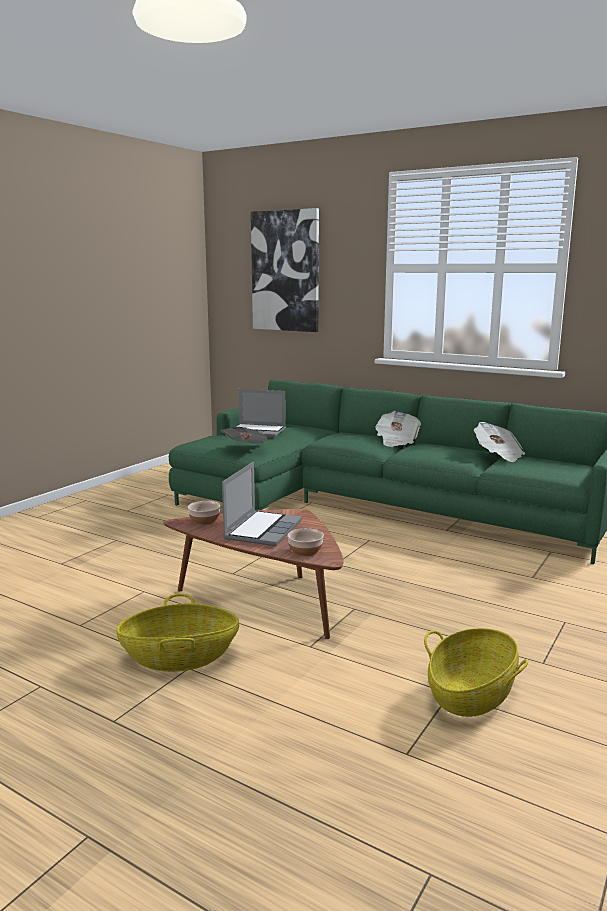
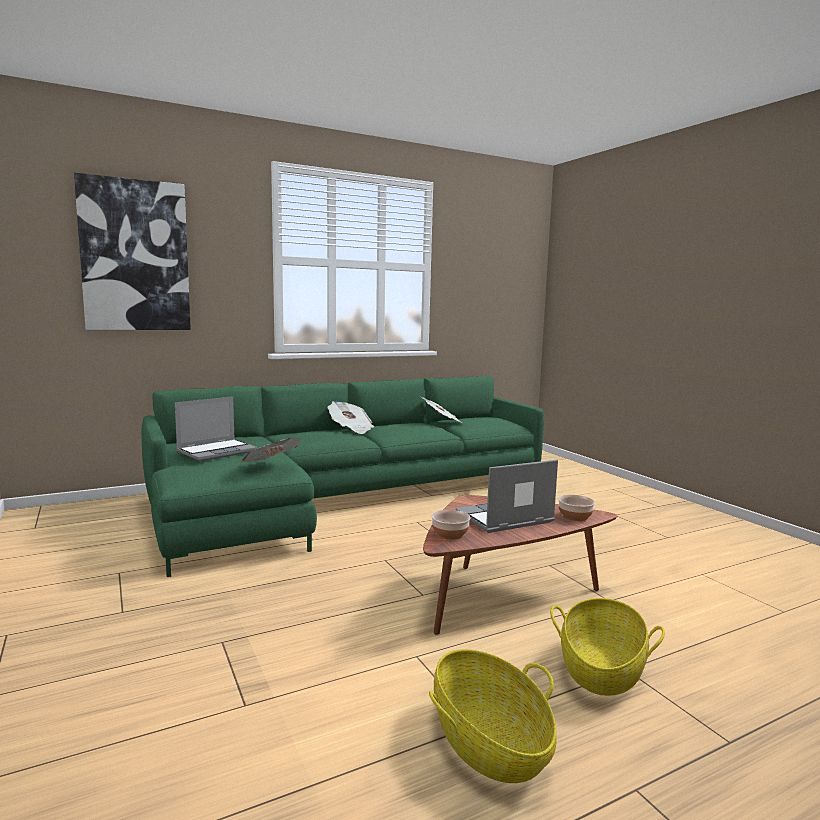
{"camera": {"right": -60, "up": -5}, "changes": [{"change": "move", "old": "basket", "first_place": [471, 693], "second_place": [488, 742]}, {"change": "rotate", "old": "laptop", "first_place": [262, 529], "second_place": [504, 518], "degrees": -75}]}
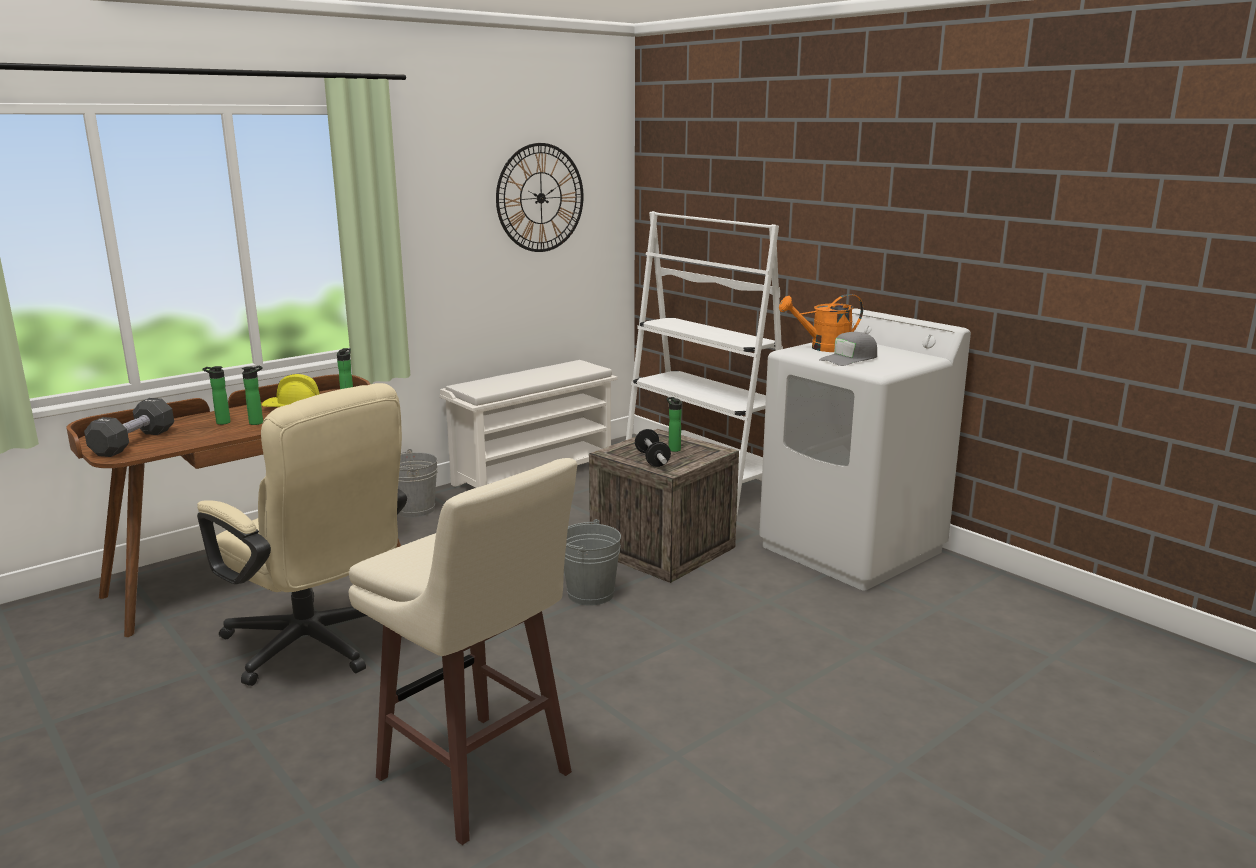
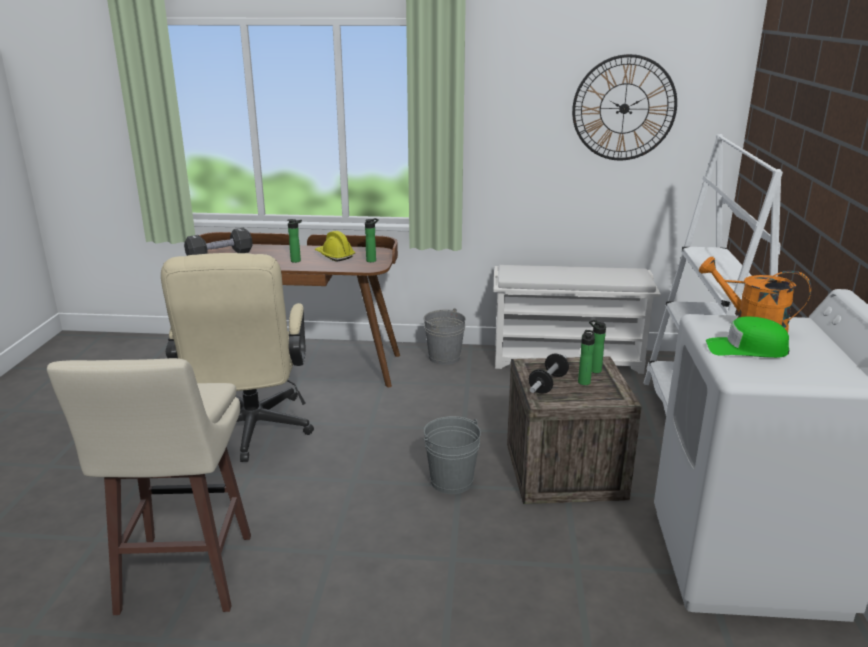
{"camera": {"right": 45, "up": 5}, "changes": [{"change": "move", "old": "bottle", "first_place": [221, 422], "second_place": [593, 370]}, {"change": "recolor", "old": "grey cap", "new": "green cap", "first_place": [849, 359], "second_place": [746, 349]}]}
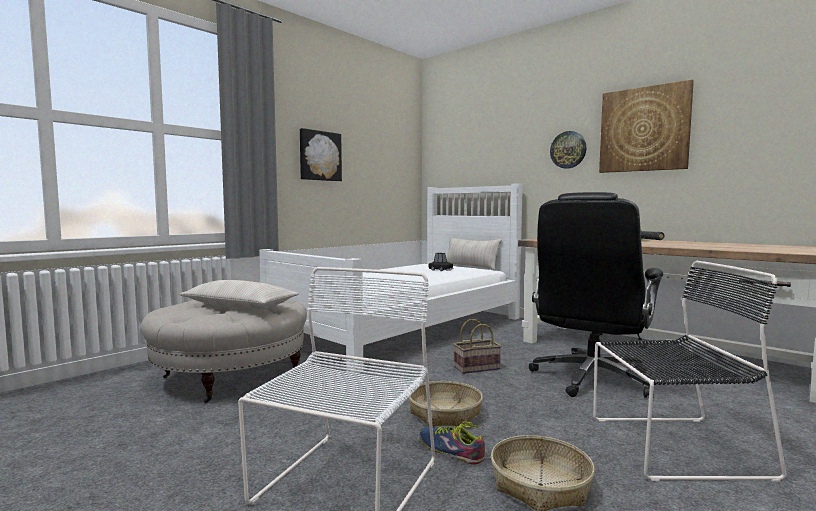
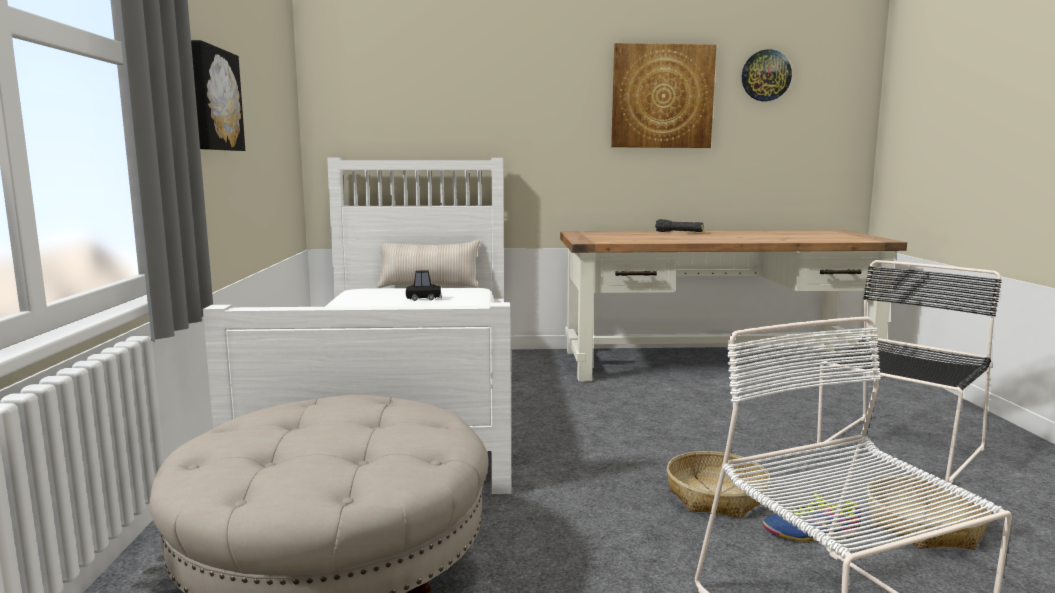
{"camera": {"right": -45, "up": 5}, "changes": [{"change": "delete", "old": "beige pillow", "first_place": [239, 306]}, {"change": "delete", "old": "basket", "first_place": [477, 367]}, {"change": "delete", "old": "black office chair", "first_place": [591, 379]}, {"change": "move", "old": "wall clock", "first_place": [568, 150], "second_place": [765, 75]}]}
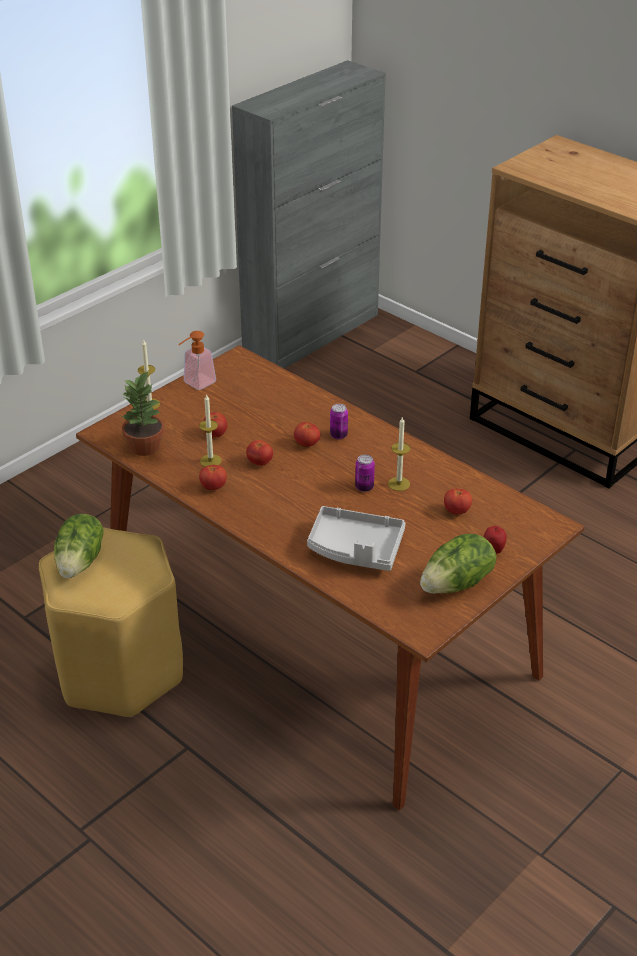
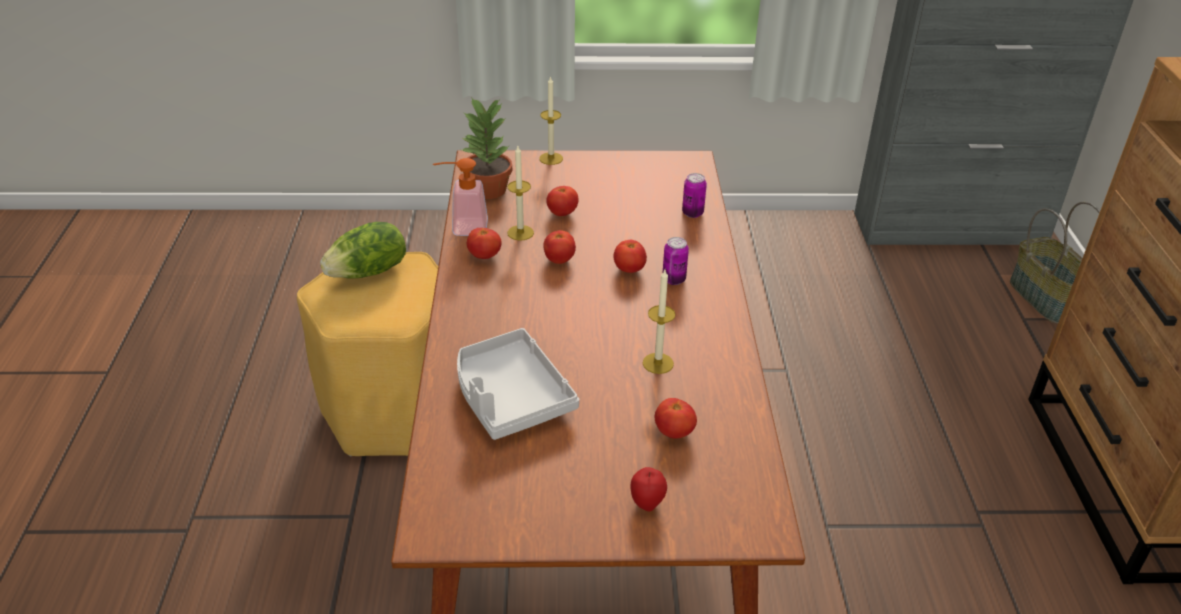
{"camera": {"right": 45, "up": 0}, "changes": [{"change": "delete", "old": "lettuce", "first_place": [457, 584]}, {"change": "insert", "new": "basket", "second_place": [1046, 299]}, {"change": "move", "old": "soap dispenser", "first_place": [195, 384], "second_place": [462, 228]}, {"change": "move", "old": "can", "first_place": [364, 487], "second_place": [692, 213]}]}
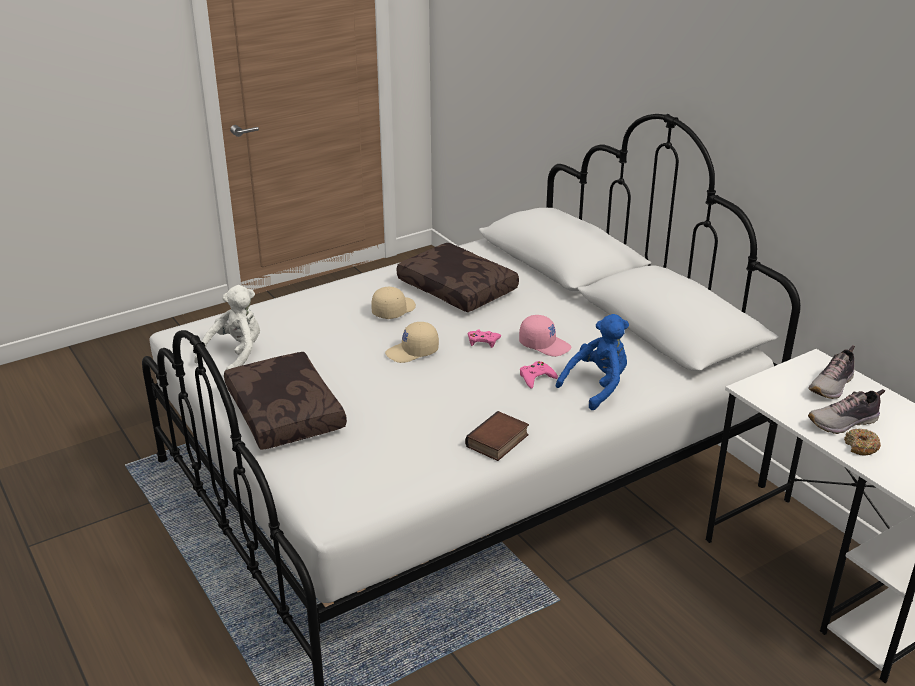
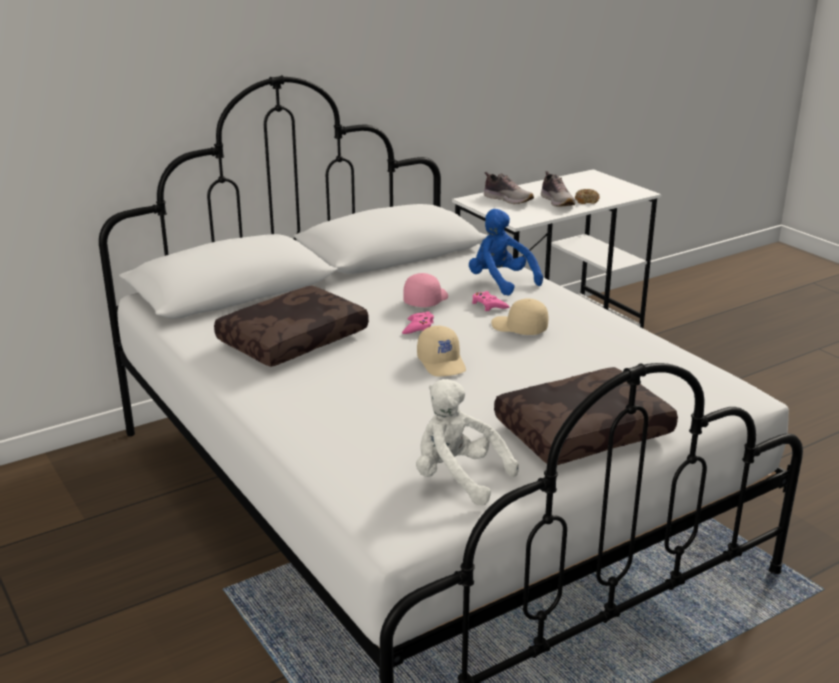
{"camera": {"right": -90, "up": -5}, "changes": [{"change": "delete", "old": "book", "first_place": [498, 442]}, {"change": "move", "old": "beige cap", "first_place": [393, 310], "second_place": [519, 328]}]}
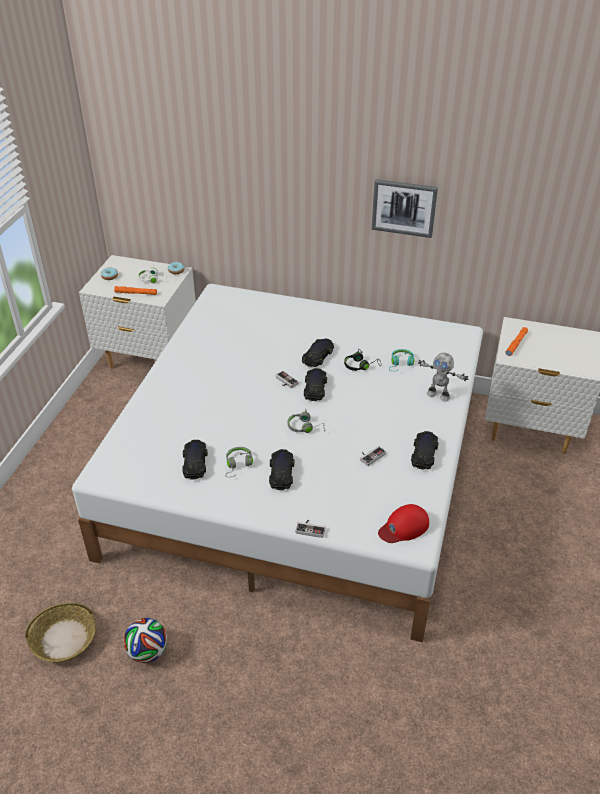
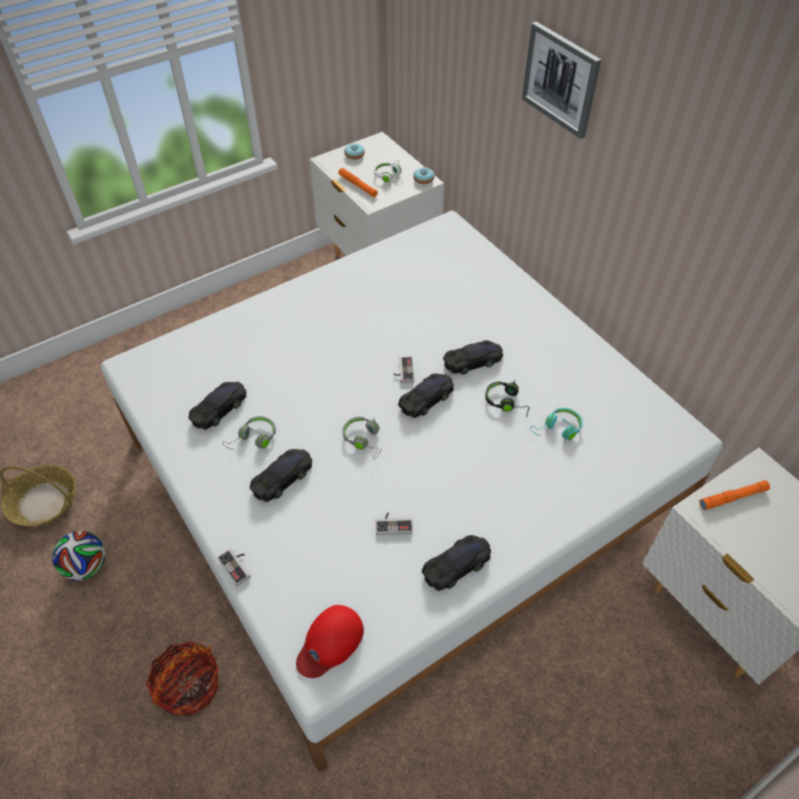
{"camera": {"right": 40, "up": 10}, "changes": [{"change": "delete", "old": "toy robot", "first_place": [438, 395]}, {"change": "insert", "new": "basket", "second_place": [189, 686]}, {"change": "move", "old": "picture", "first_place": [404, 207], "second_place": [561, 79]}, {"change": "rotate", "old": "red cap", "first_place": [404, 527], "second_place": [330, 642], "degrees": -60}]}
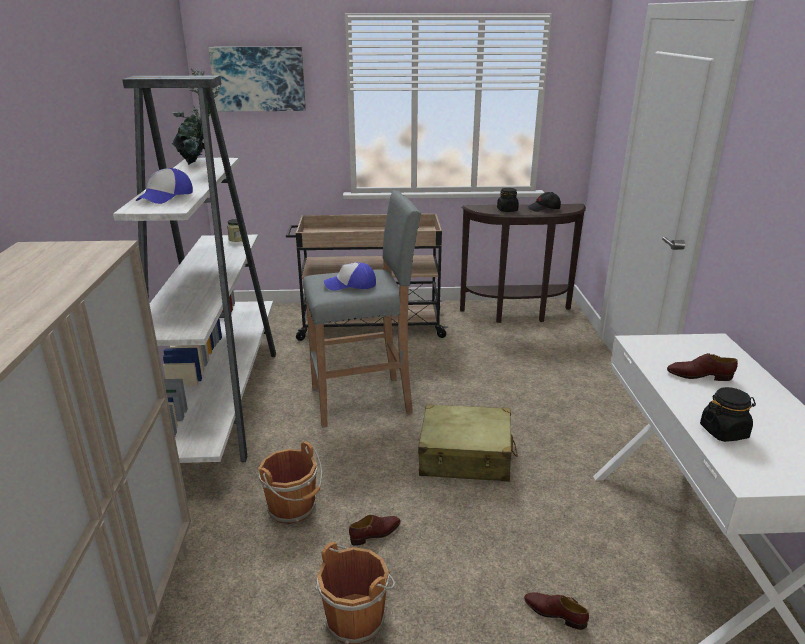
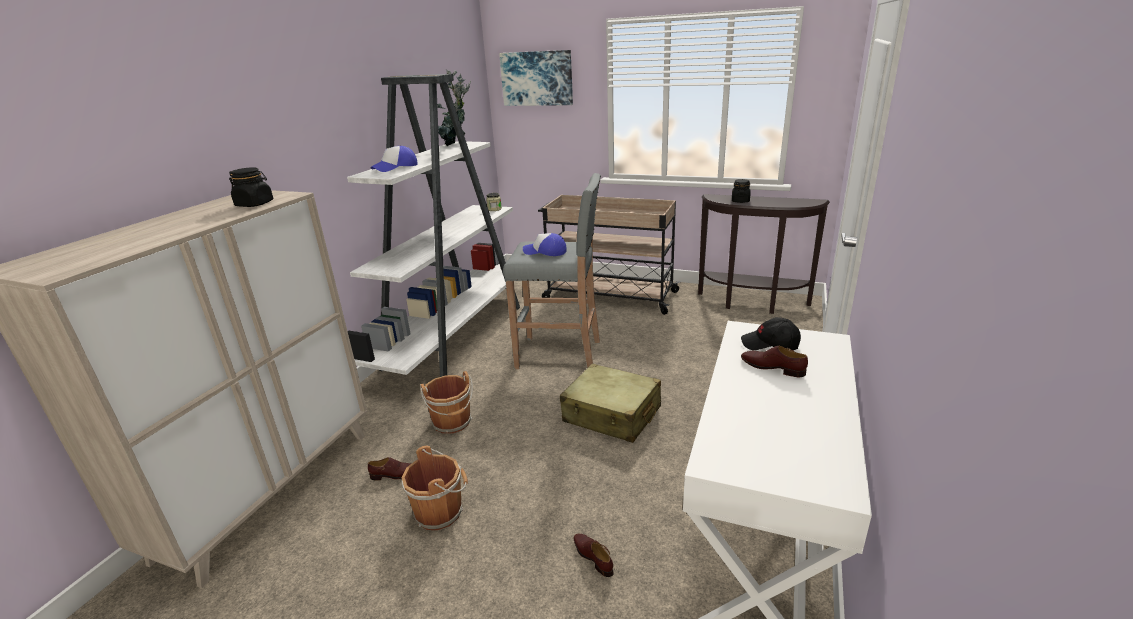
{"camera": {"right": 25, "up": 0}, "changes": [{"change": "move", "old": "brown shoe", "first_place": [375, 533], "second_place": [394, 475]}, {"change": "move", "old": "black cap", "first_place": [544, 209], "second_place": [770, 344]}, {"change": "move", "old": "black jar", "first_place": [724, 431], "second_place": [255, 204]}]}
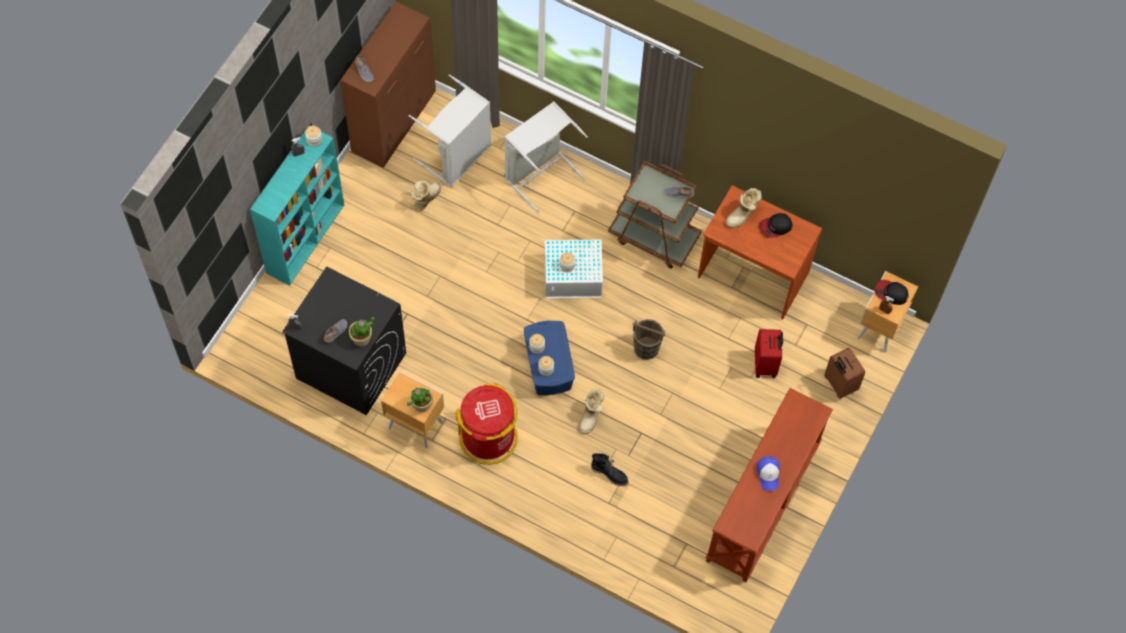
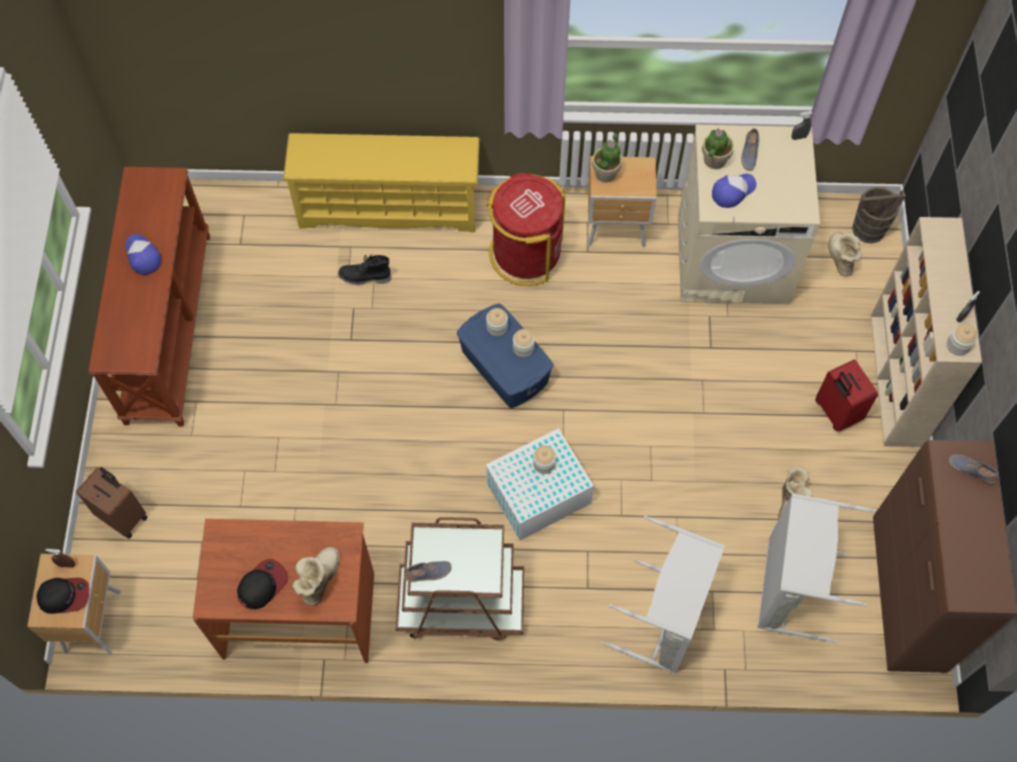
{"camera": {"right": 155, "up": 0}, "changes": [{"change": "insert", "new": "yellow shoe rack", "second_place": [389, 207]}, {"change": "insert", "new": "cap", "second_place": [733, 191]}, {"change": "move", "old": "boot", "first_place": [591, 417], "second_place": [839, 258]}, {"change": "move", "old": "brown bucket", "first_place": [646, 348], "second_place": [868, 229]}, {"change": "move", "old": "red suitcase", "first_place": [766, 364], "second_place": [836, 412]}, {"change": "recolor", "old": "turquoise bookcase", "new": "beige bookcase", "first_place": [306, 237], "second_place": [896, 381]}, {"change": "recolor", "old": "black washing machine", "new": "beige washing machine", "first_place": [350, 365], "second_place": [733, 258]}]}
